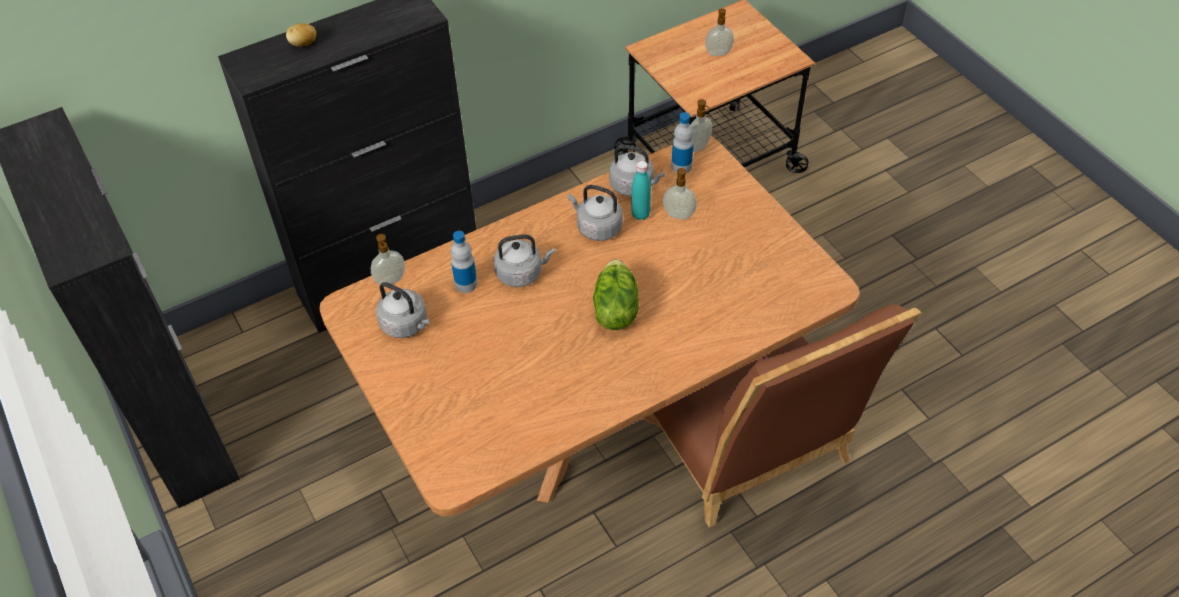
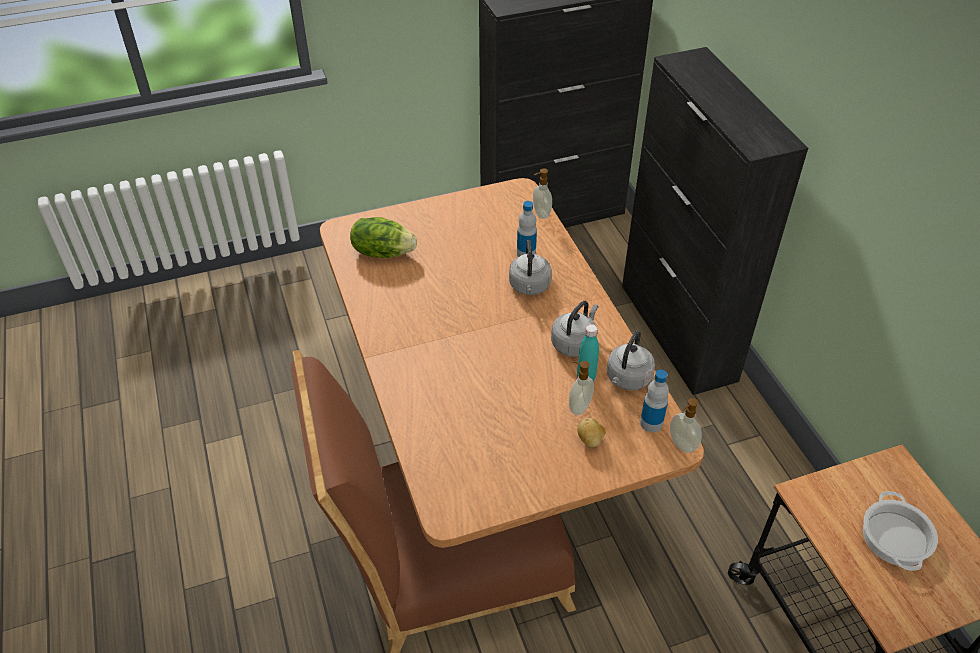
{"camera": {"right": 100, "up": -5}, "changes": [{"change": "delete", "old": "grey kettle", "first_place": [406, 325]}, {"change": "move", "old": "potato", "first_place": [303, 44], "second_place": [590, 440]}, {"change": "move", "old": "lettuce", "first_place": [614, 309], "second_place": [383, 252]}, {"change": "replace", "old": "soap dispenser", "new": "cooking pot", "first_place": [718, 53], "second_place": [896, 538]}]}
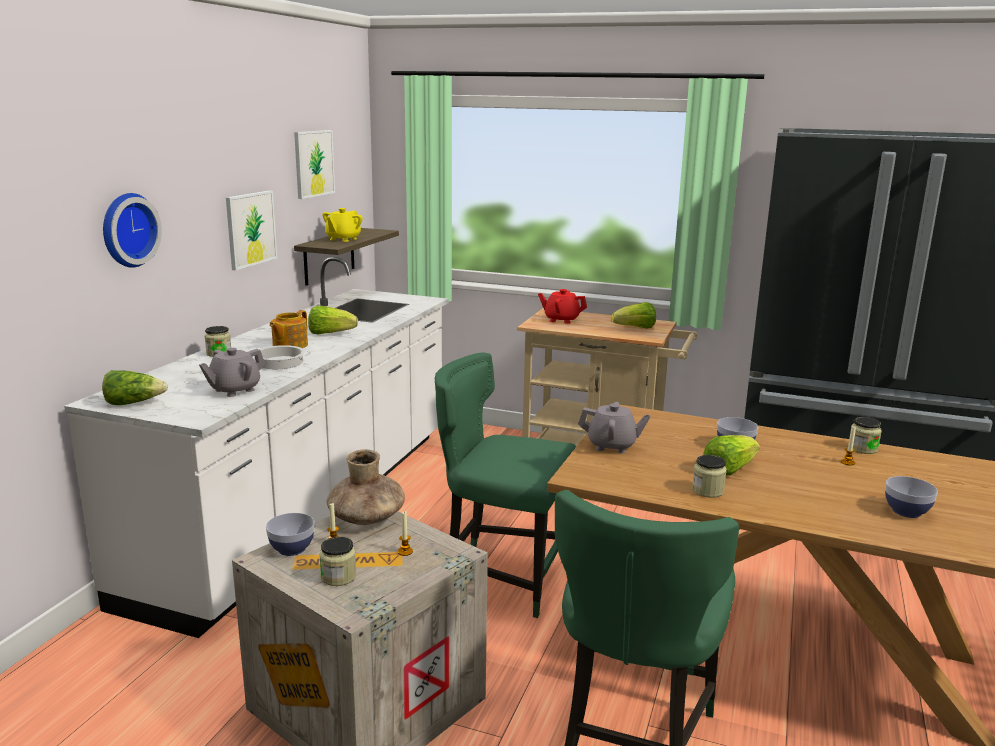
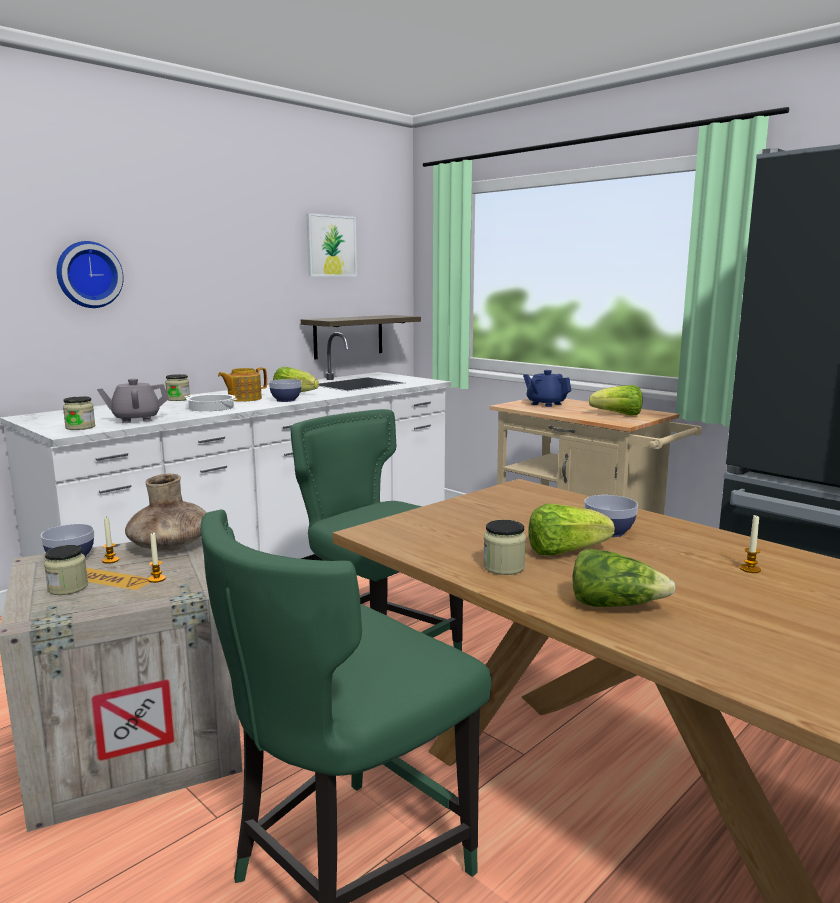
{"camera": {"right": 25, "up": -5}, "changes": [{"change": "delete", "old": "picture", "first_place": [250, 229]}, {"change": "delete", "old": "yellow teapot", "first_place": [343, 239]}, {"change": "delete", "old": "grey teapot", "first_place": [612, 446]}, {"change": "move", "old": "lettuce", "first_place": [134, 403], "second_place": [615, 605]}, {"change": "move", "old": "jar", "first_place": [862, 448], "second_place": [80, 427]}, {"change": "move", "old": "bowl", "first_place": [906, 511], "second_place": [286, 400]}, {"change": "recolor", "old": "red teapot", "new": "blue teapot", "first_place": [561, 320], "second_place": [546, 404]}]}
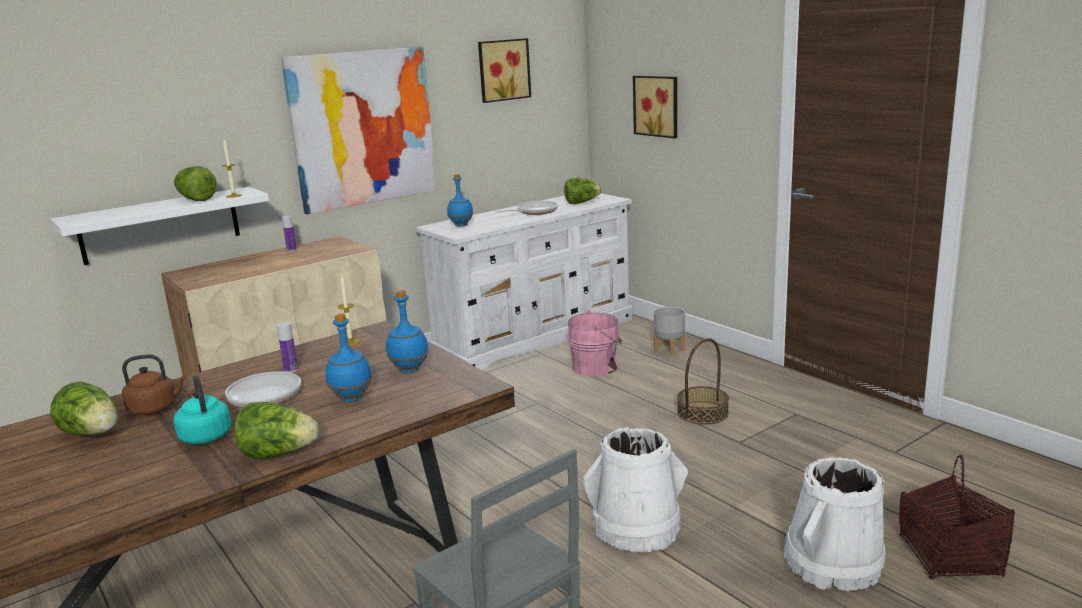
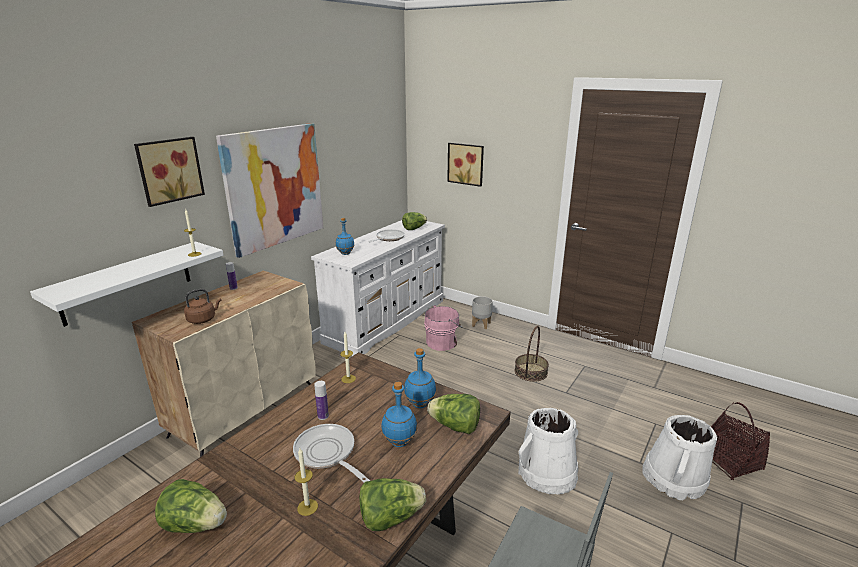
{"camera": {"right": -20, "up": 5}, "changes": [{"change": "move", "old": "brown kettle", "first_place": [156, 408], "second_place": [203, 319]}, {"change": "move", "old": "lettuce", "first_place": [196, 200], "second_place": [455, 426]}, {"change": "move", "old": "picture", "first_place": [502, 70], "second_place": [169, 170]}, {"change": "replace", "old": "turquoise kettle", "new": "candle", "first_place": [205, 435], "second_place": [307, 507]}]}
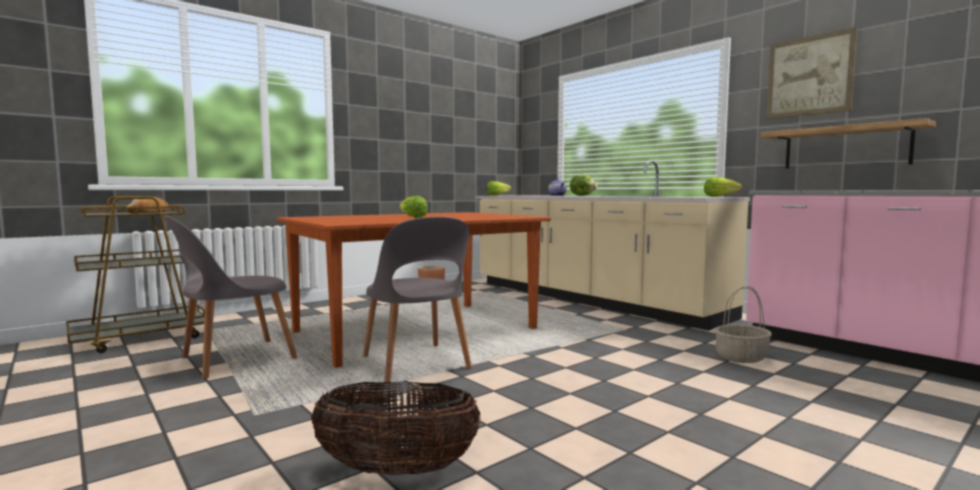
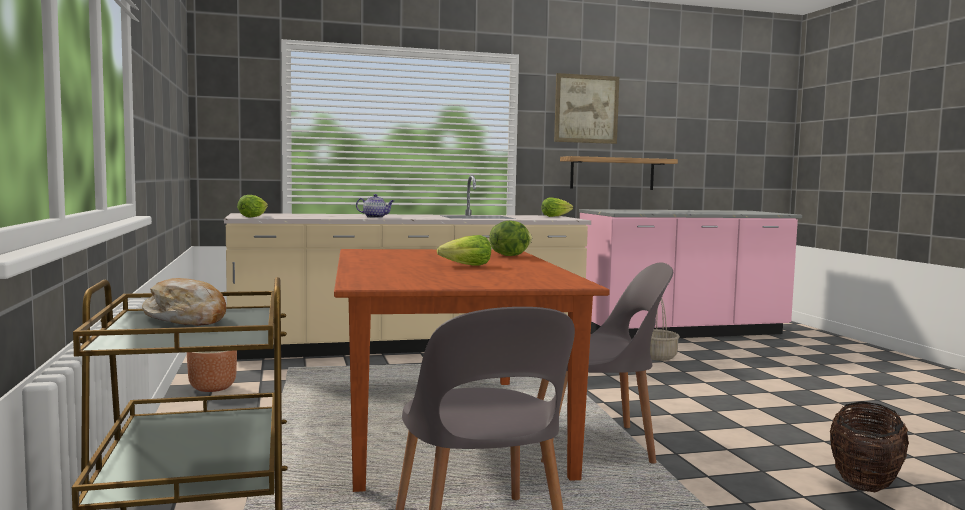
{"camera": {"right": -65, "up": 0}, "changes": [{"change": "move", "old": "lettuce", "first_place": [582, 196], "second_place": [509, 255]}]}
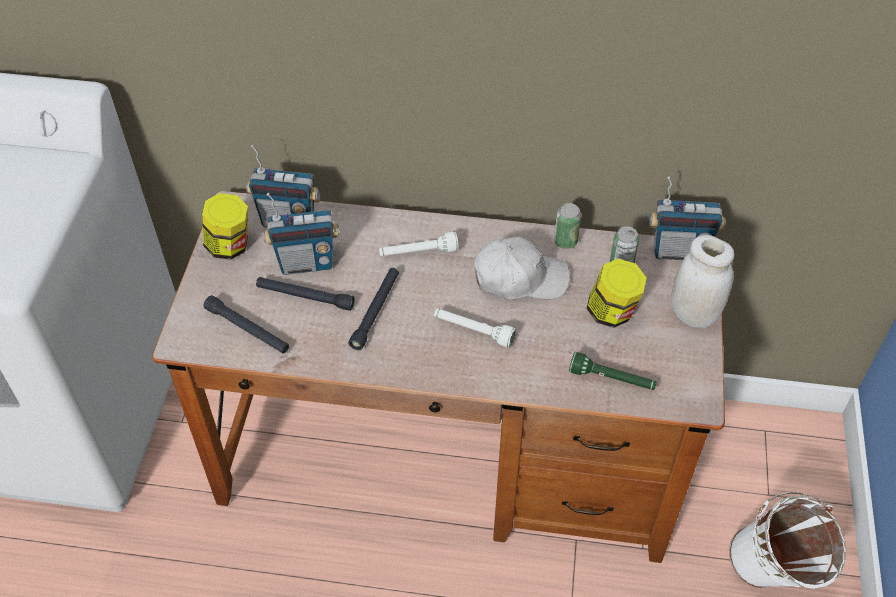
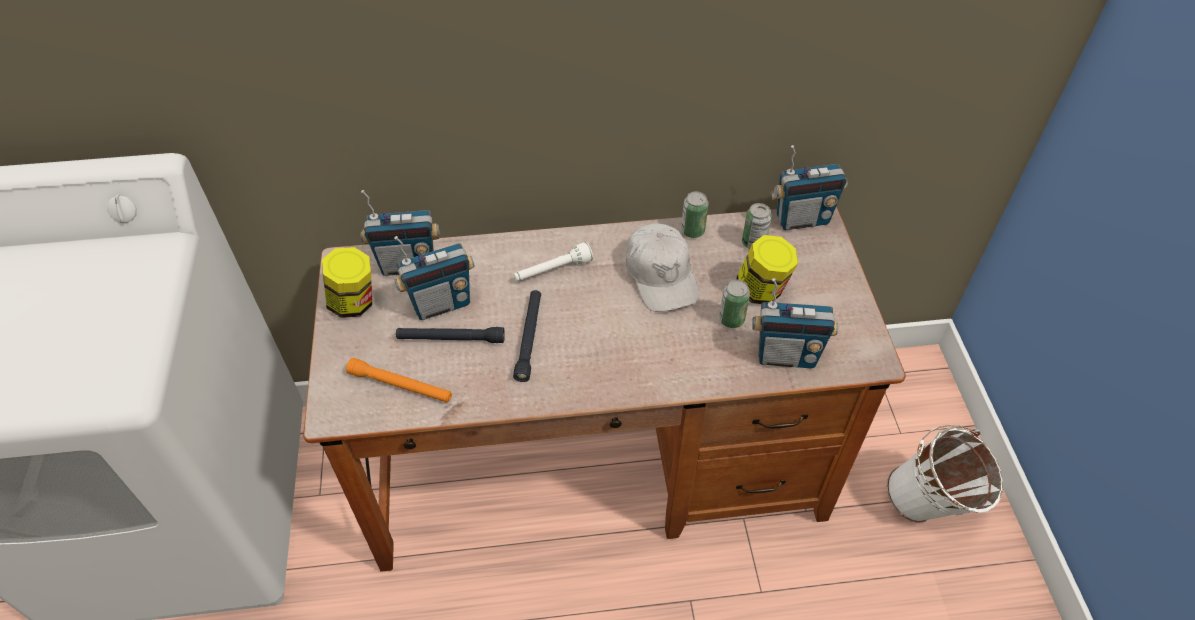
{"camera": {"right": -15, "up": 0}, "changes": [{"change": "delete", "old": "white flashlight", "first_place": [473, 331]}, {"change": "delete", "old": "white jar", "first_place": [693, 315]}, {"change": "insert", "new": "can", "second_place": [731, 319]}, {"change": "replace", "old": "green flashlight", "new": "radio", "first_place": [612, 379], "second_place": [785, 356]}, {"change": "recolor", "old": "black flashlight", "new": "orange flashlight", "first_place": [247, 329], "second_place": [400, 386]}, {"change": "rotate", "old": "white cap", "first_place": [519, 278], "second_place": [661, 275], "degrees": 90}]}
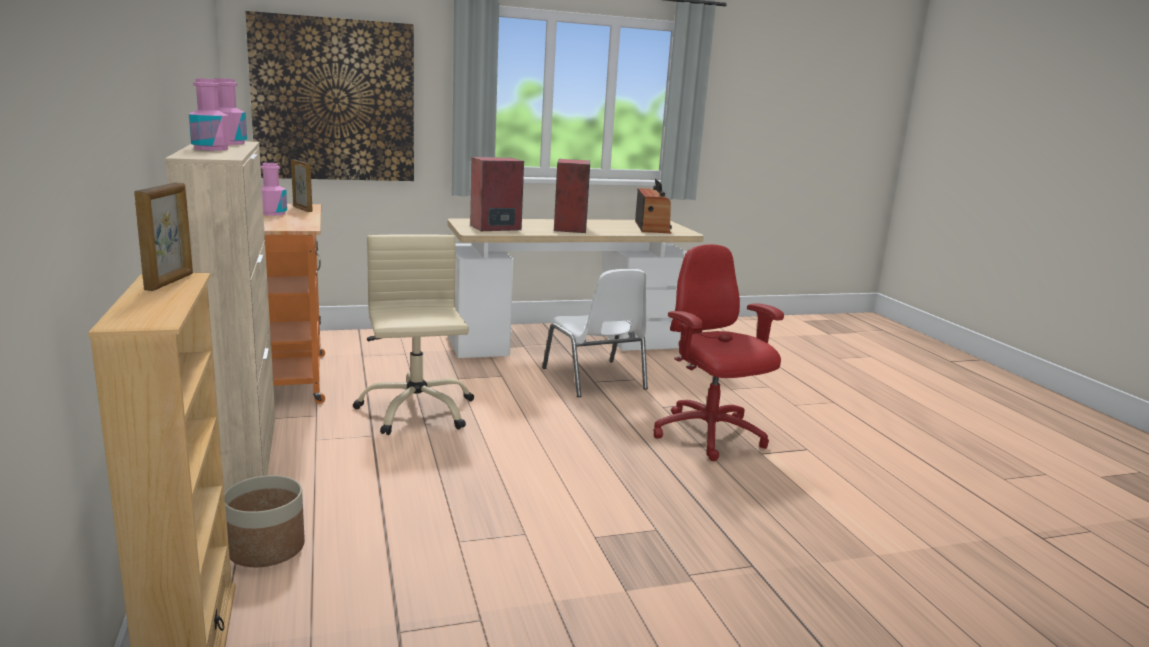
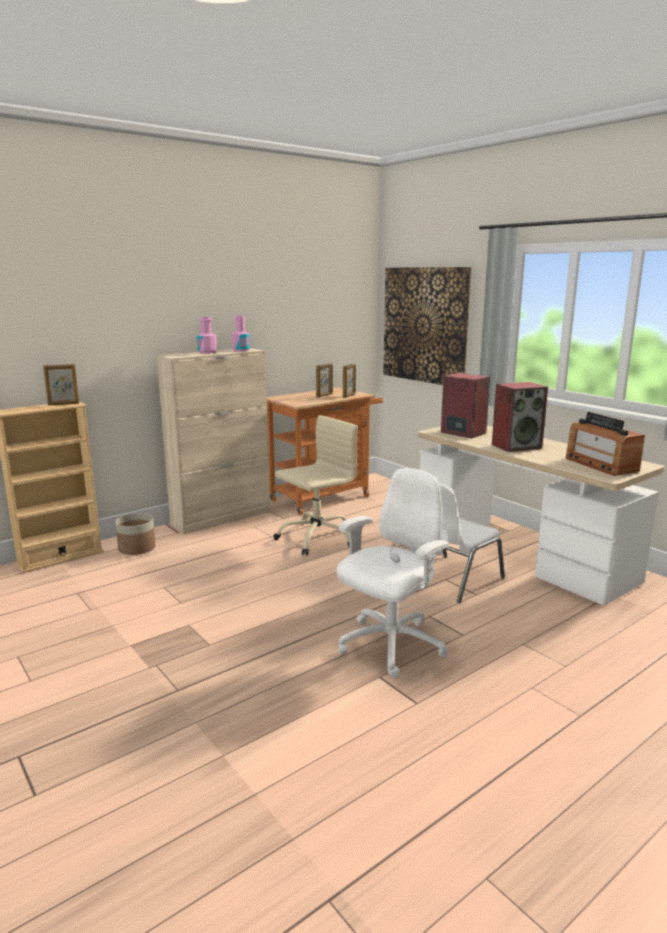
{"camera": {"right": 70, "up": 0}, "changes": [{"change": "replace", "old": "pink bottle", "new": "picture frame", "first_place": [272, 213], "second_place": [324, 395]}, {"change": "recolor", "old": "red office chair", "new": "white office chair", "first_place": [709, 436], "second_place": [390, 646]}, {"change": "rotate", "old": "radio", "first_place": [652, 227], "second_place": [600, 464], "degrees": 90}]}
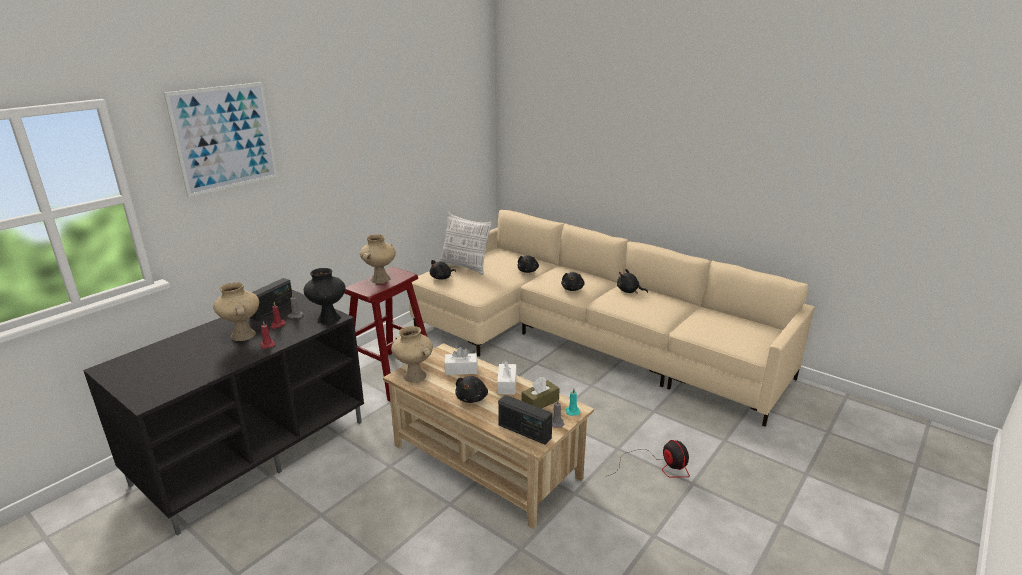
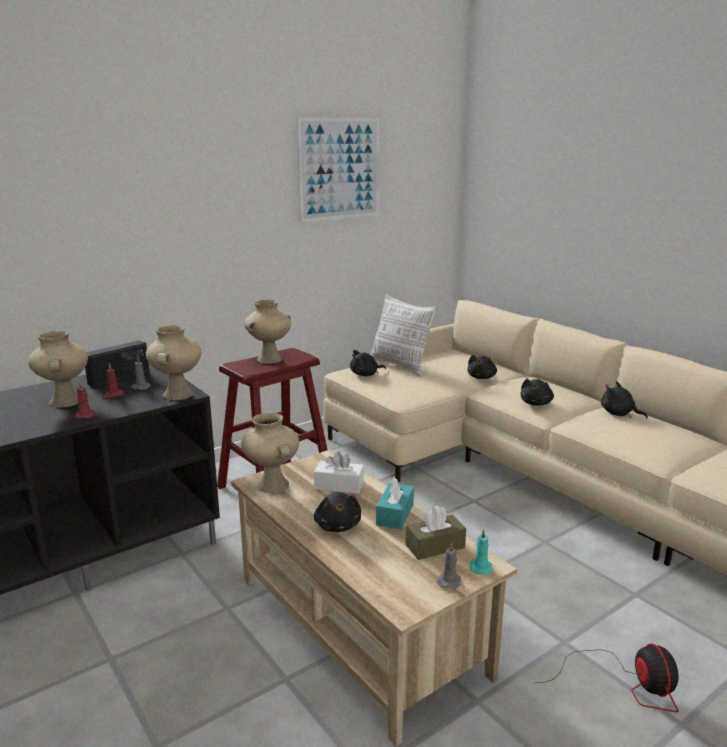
{"camera": {"right": 15, "up": -5}, "changes": [{"change": "delete", "old": "radio", "first_place": [524, 431]}, {"change": "move", "old": "picture", "first_place": [225, 138], "second_place": [339, 169]}, {"change": "recolor", "old": "black vase", "new": "beige vase", "first_place": [328, 318], "second_place": [177, 394]}, {"change": "recolor", "old": "white tissue box", "new": "turquoise tissue box", "first_place": [507, 385], "second_place": [395, 514]}, {"change": "rotate", "old": "black plush toy", "first_place": [472, 398], "second_place": [338, 525], "degrees": -45}]}
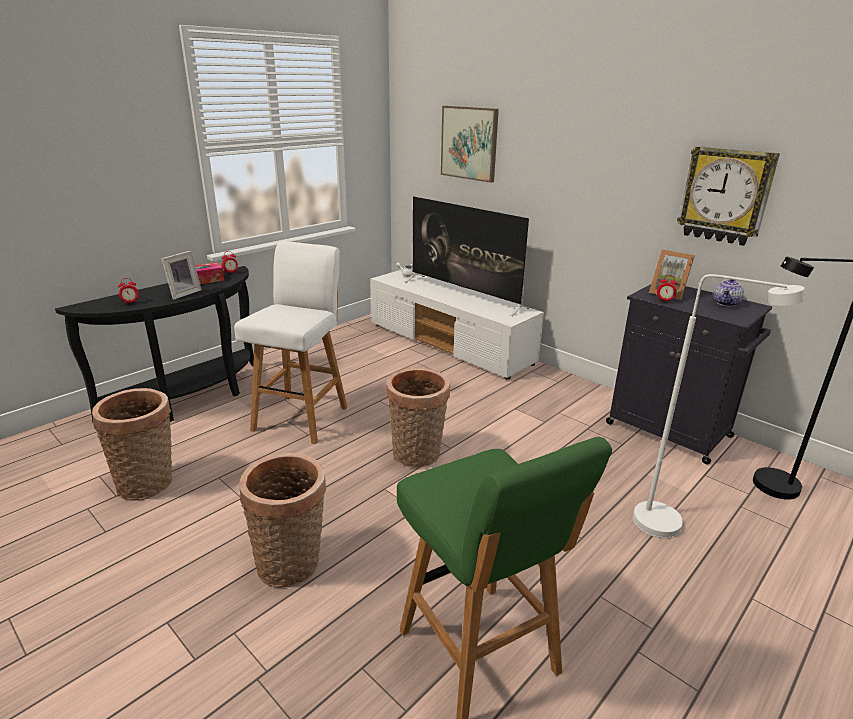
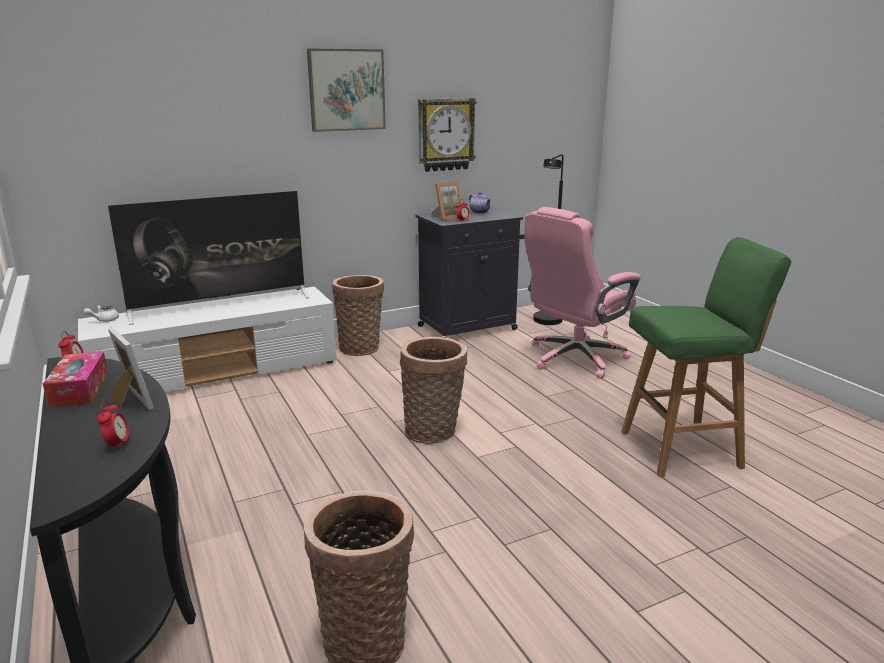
{"camera": {"right": -70, "up": -5}, "changes": [{"change": "delete", "old": "white stool", "first_place": [302, 417]}, {"change": "move", "old": "basket", "first_place": [292, 564], "second_place": [360, 347]}, {"change": "move", "old": "picture", "first_place": [469, 143], "second_place": [346, 90]}, {"change": "replace", "old": "white floor lamp", "new": "pink office chair", "first_place": [671, 525], "second_place": [574, 358]}]}
